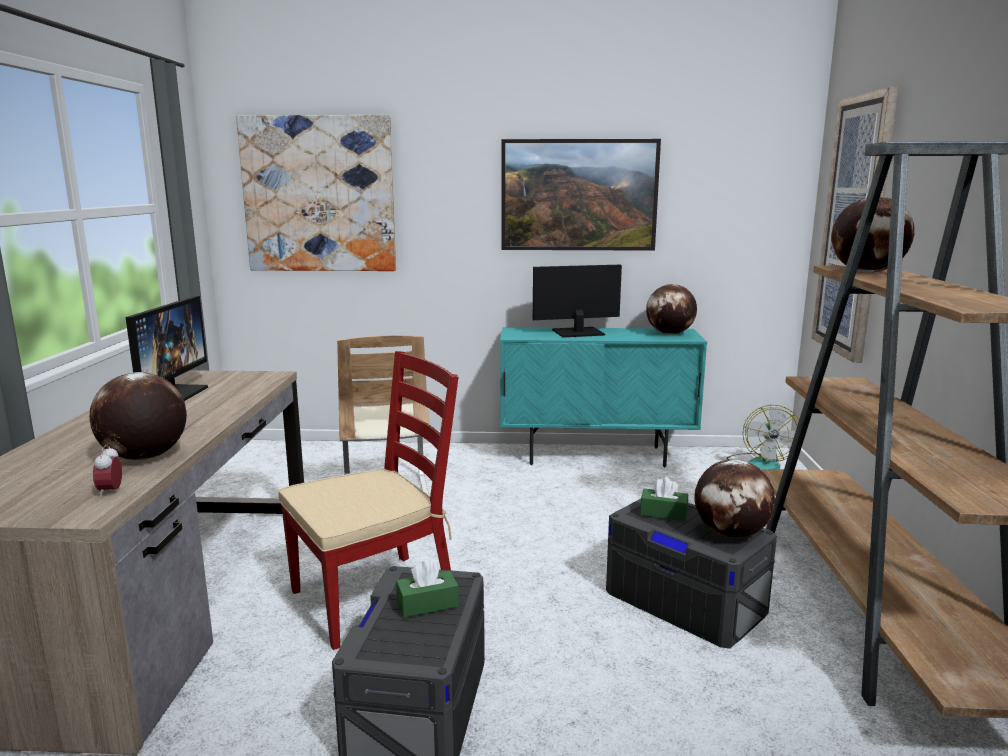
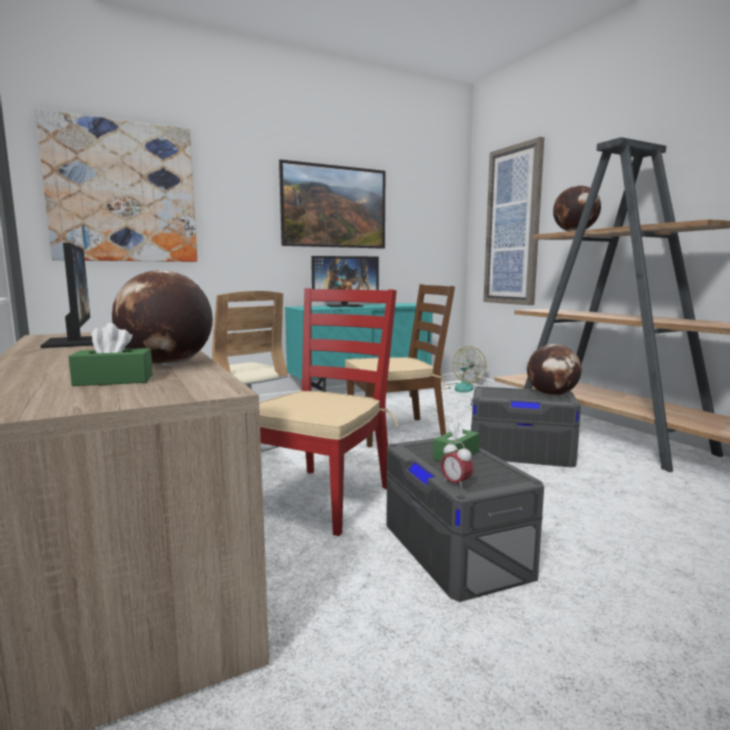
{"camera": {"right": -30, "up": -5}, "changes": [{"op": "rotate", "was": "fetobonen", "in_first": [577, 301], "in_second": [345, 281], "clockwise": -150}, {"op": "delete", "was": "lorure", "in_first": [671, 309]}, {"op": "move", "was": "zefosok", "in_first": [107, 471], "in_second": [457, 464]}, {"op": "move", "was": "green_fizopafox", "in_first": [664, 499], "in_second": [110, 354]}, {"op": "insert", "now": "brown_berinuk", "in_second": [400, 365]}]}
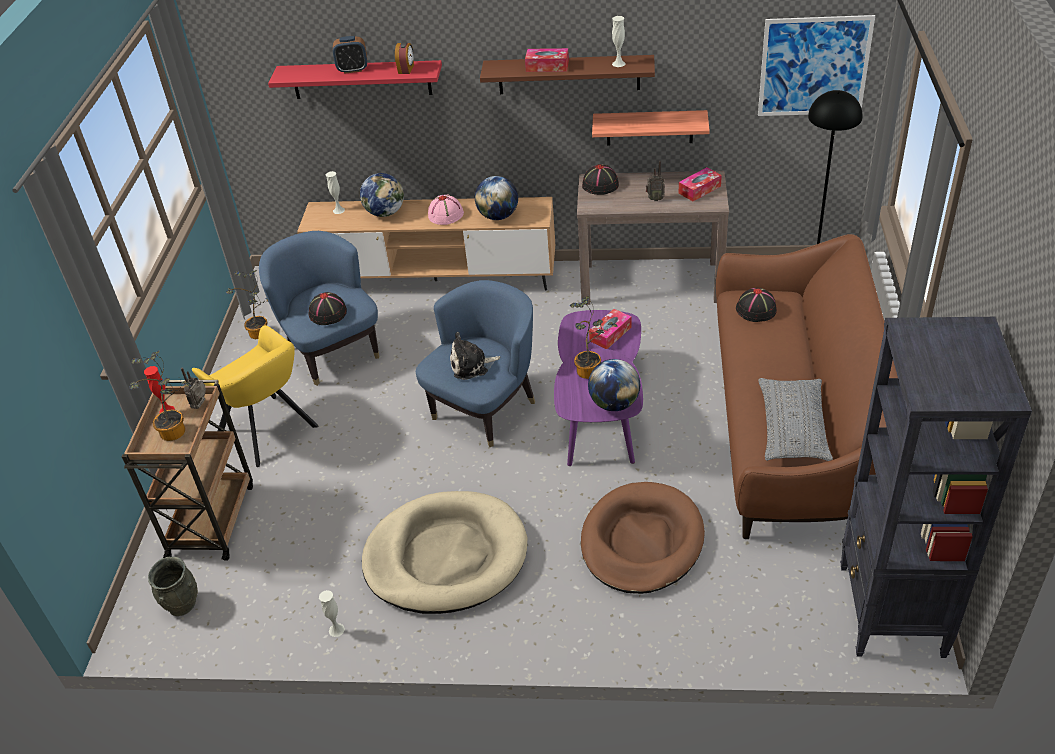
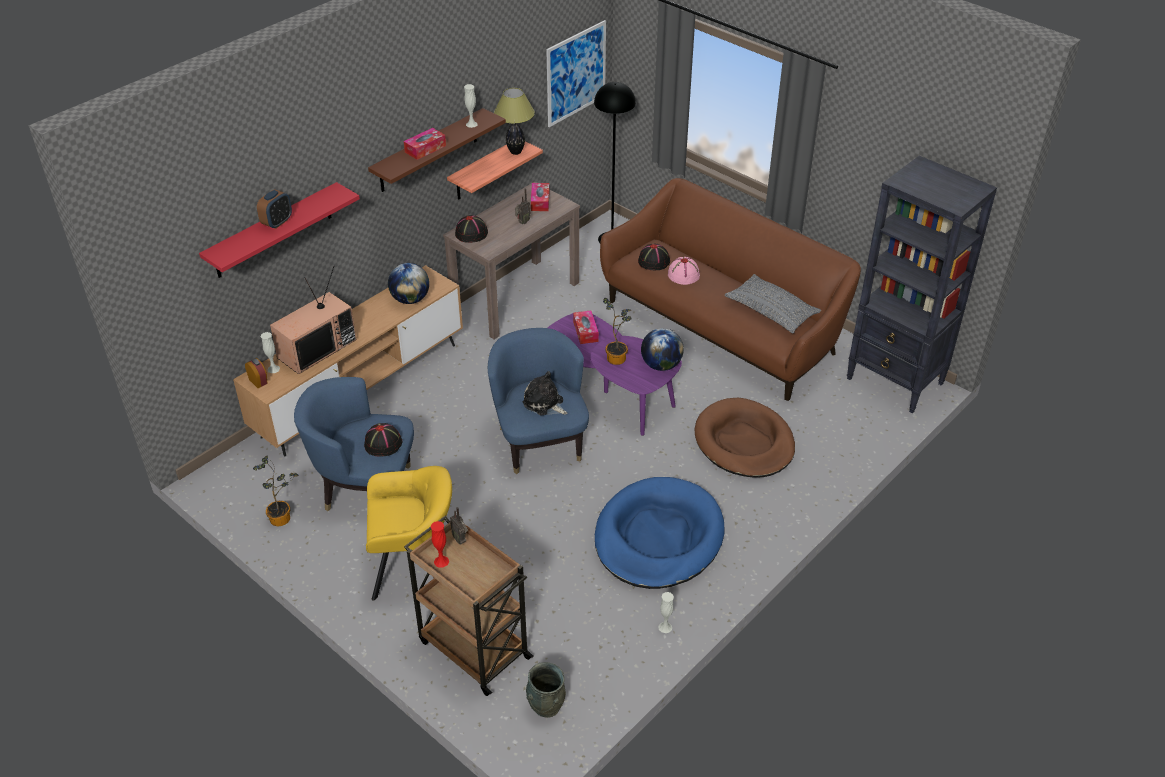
{"camera": {"right": -55, "up": 0}, "changes": [{"op": "move", "was": "zefosok", "in_first": [404, 58], "in_second": [256, 373]}, {"op": "replace", "was": "lorure", "now": "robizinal", "in_first": [382, 195], "in_second": [313, 320]}, {"op": "move", "was": "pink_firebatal", "in_first": [446, 209], "in_second": [684, 271]}, {"op": "rotate", "was": "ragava", "in_first": [475, 356], "in_second": [545, 393], "clockwise": 105}, {"op": "delete", "was": "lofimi", "in_first": [159, 396]}, {"op": "recolor", "was": "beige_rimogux", "now": "blue_rimogux", "in_first": [445, 552], "in_second": [659, 533]}, {"op": "insert", "now": "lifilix", "in_second": [514, 121]}]}
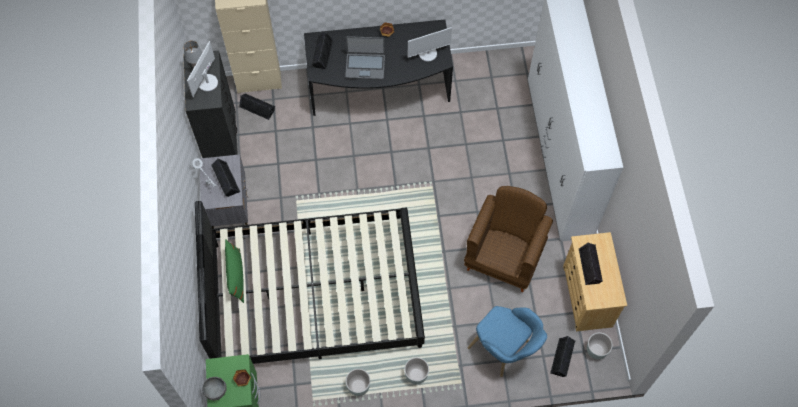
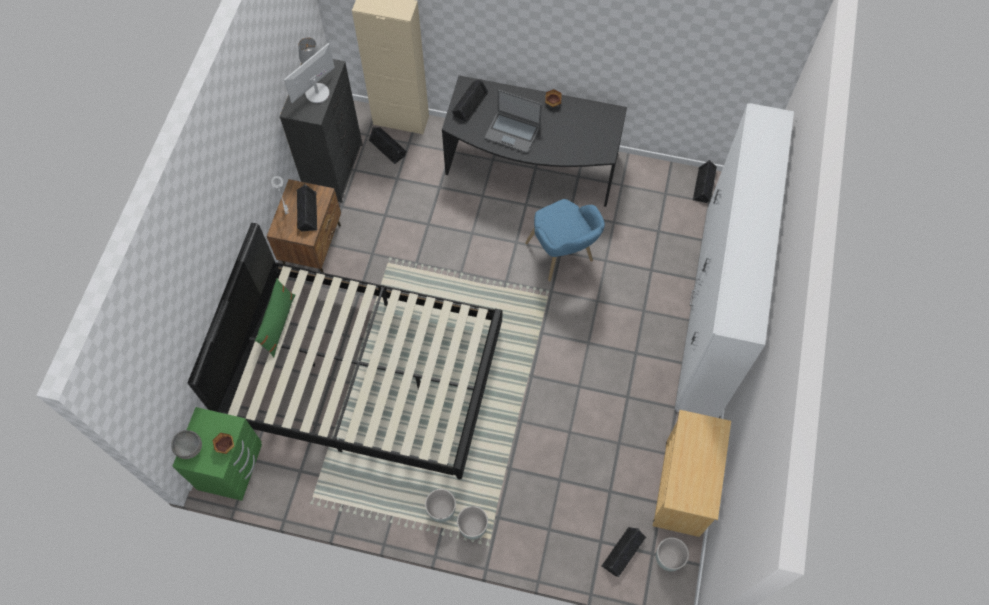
{"camera": {"right": 20, "up": 0}, "changes": [{"op": "delete", "was": "fetobonen", "in_first": [430, 44]}, {"op": "recolor", "was": "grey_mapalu", "now": "brown_mapalu", "in_first": [224, 191], "in_second": [304, 226]}, {"op": "delete", "was": "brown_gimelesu", "in_first": [508, 239]}, {"op": "move", "was": "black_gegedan", "in_first": [591, 263], "in_second": [705, 181]}, {"op": "move", "was": "blue_gimelesu", "in_first": [507, 341], "in_second": [565, 240]}, {"op": "move", "was": "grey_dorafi", "in_first": [358, 382], "in_second": [472, 523]}]}
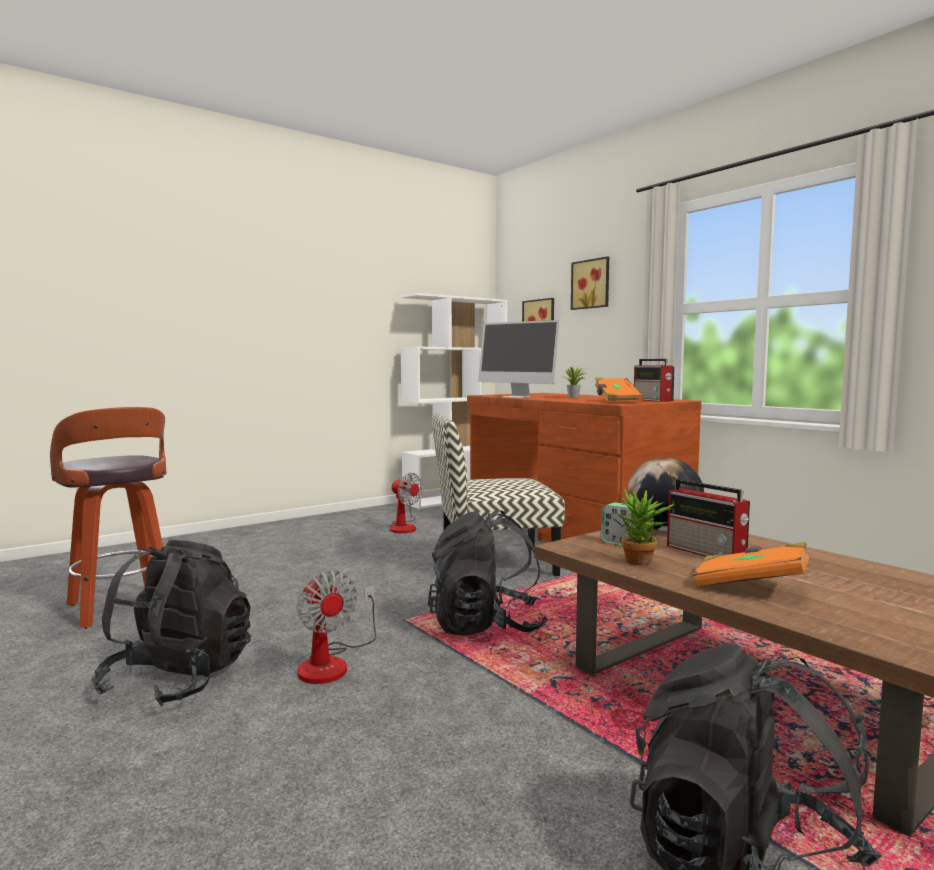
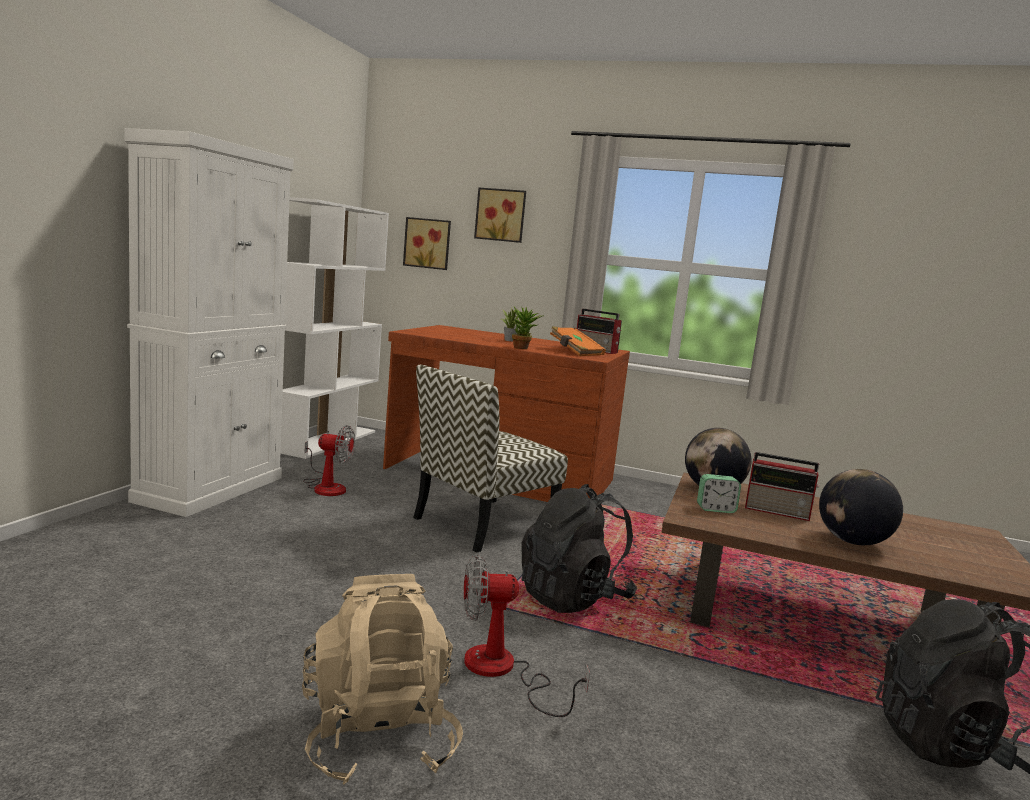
{"camera": {"right": -35, "up": 5}, "changes": [{"op": "delete", "was": "fetobonen", "in_first": [519, 359]}, {"op": "delete", "was": "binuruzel", "in_first": [108, 518]}, {"op": "move", "was": "lofimi", "in_first": [645, 527], "in_second": [528, 327]}, {"op": "recolor", "was": "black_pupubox", "now": "beige_pupubox", "in_first": [171, 623], "in_second": [382, 679]}, {"op": "replace", "was": "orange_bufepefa", "now": "lorure", "in_first": [751, 564], "in_second": [861, 507]}, {"op": "rotate", "was": "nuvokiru", "in_first": [336, 627], "in_second": [527, 636], "clockwise": 150}, {"op": "insert", "now": "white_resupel", "in_second": [209, 322]}]}
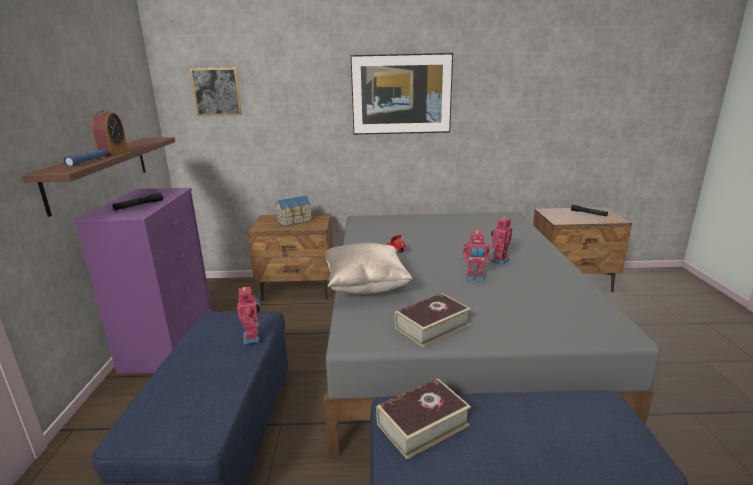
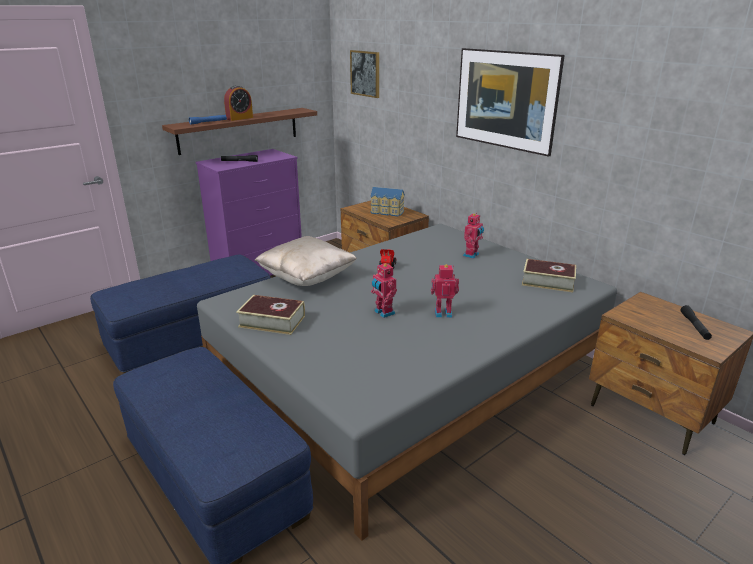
{"camera": {"right": 50, "up": 5}, "changes": [{"op": "move", "was": "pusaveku", "in_first": [248, 314], "in_second": [473, 236]}, {"op": "move", "was": "bufepefa", "in_first": [423, 418], "in_second": [549, 276]}]}
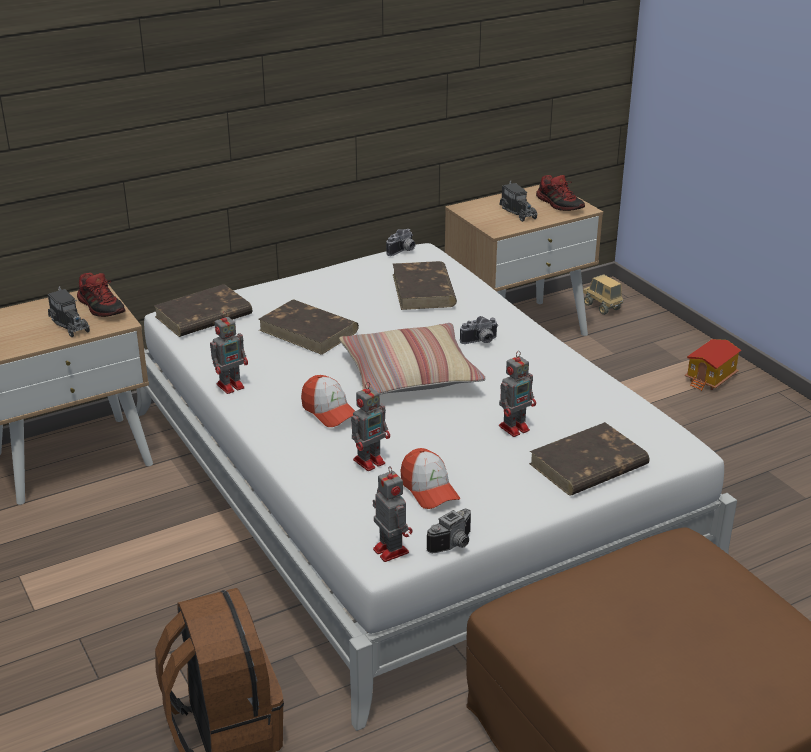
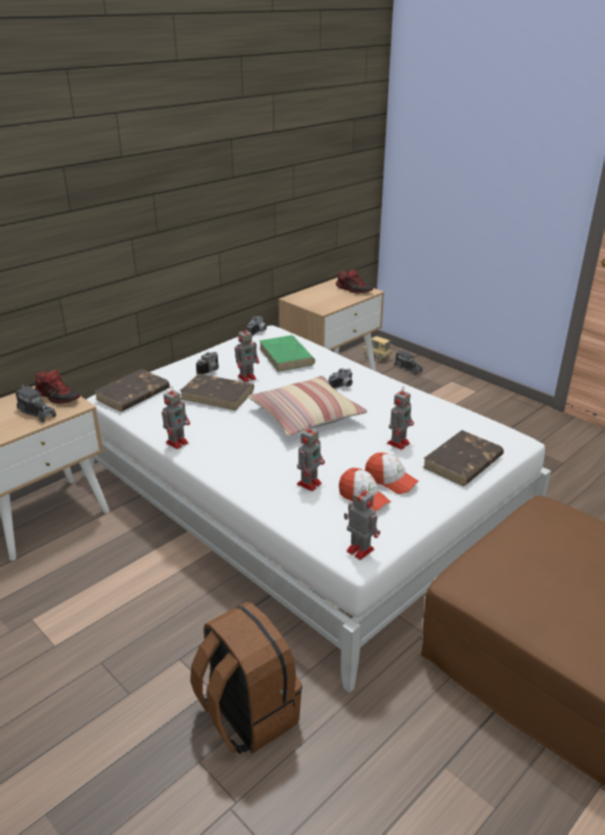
{"camera": {"right": -15, "up": 0}, "changes": [{"op": "move", "was": "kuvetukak", "in_first": [518, 201], "in_second": [409, 362]}, {"op": "recolor", "was": "brown_bufepefa", "now": "green_bufepefa", "in_first": [425, 285], "in_second": [287, 353]}, {"op": "delete", "was": "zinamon", "in_first": [713, 365]}, {"op": "move", "was": "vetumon", "in_first": [328, 401], "in_second": [392, 473]}, {"op": "move", "was": "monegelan", "in_first": [448, 531], "in_second": [207, 363]}, {"op": "insert", "now": "pusaveku", "in_second": [247, 354]}]}
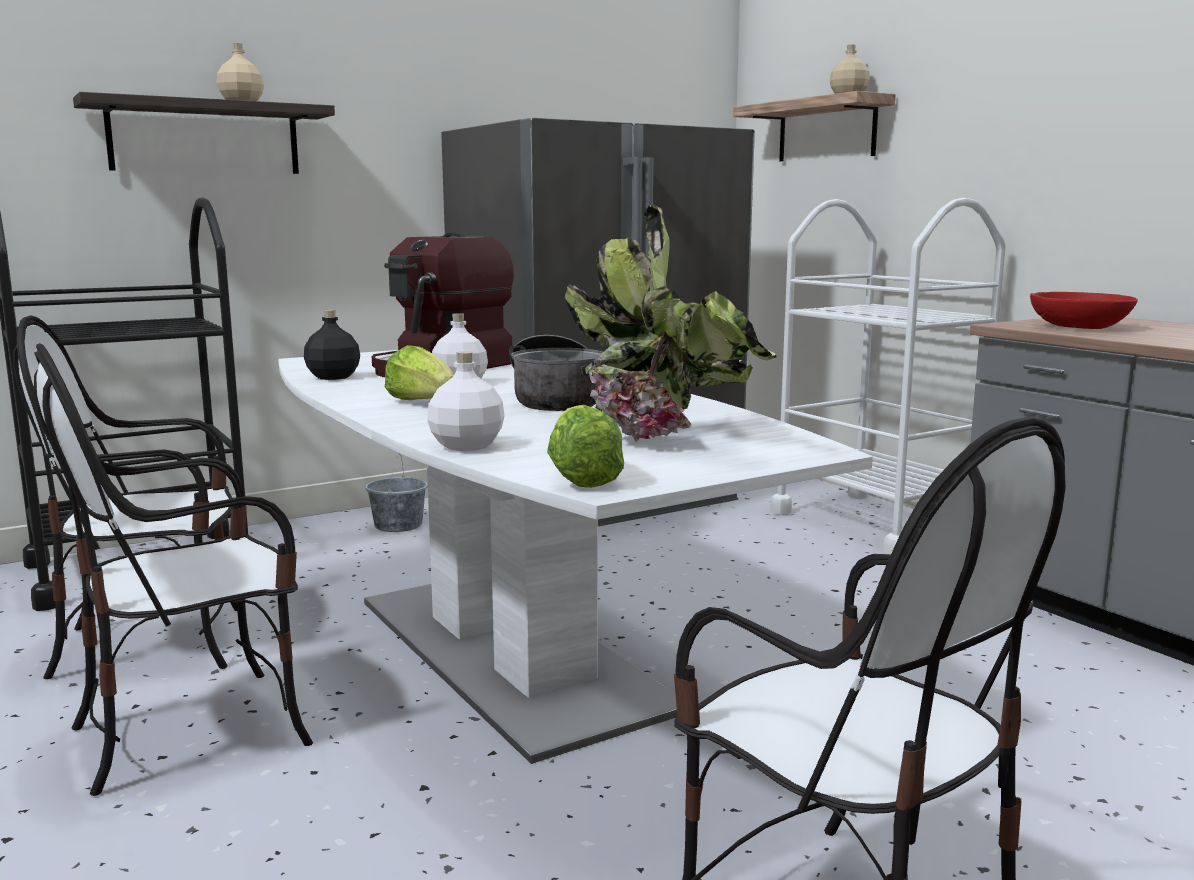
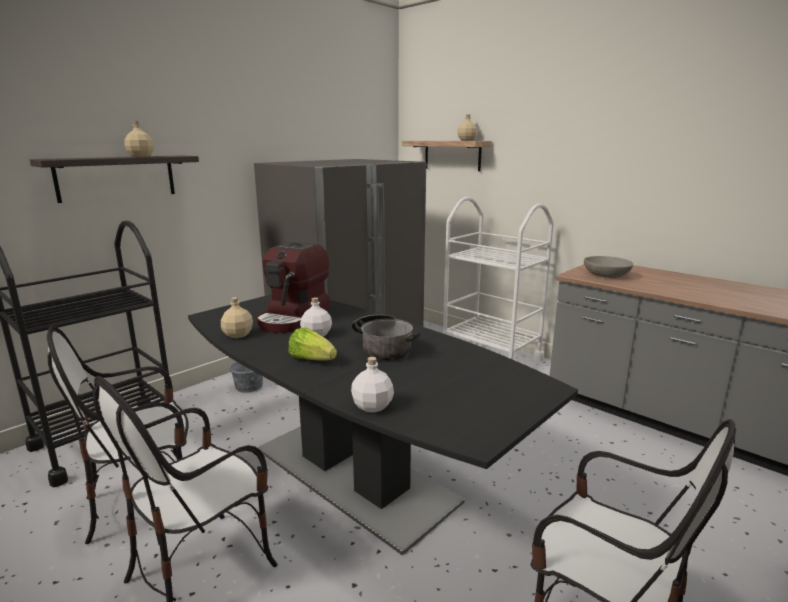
{"camera": {"right": -15, "up": 5}, "changes": [{"op": "delete", "was": "lofimi", "in_first": [671, 322]}, {"op": "recolor", "was": "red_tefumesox", "now": "grey_tefumesox", "in_first": [1084, 310], "in_second": [609, 267]}, {"op": "recolor", "was": "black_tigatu", "now": "beige_tigatu", "in_first": [332, 345], "in_second": [237, 317]}, {"op": "recolor", "was": "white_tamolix", "now": "black_tamolix", "in_first": [575, 557], "in_second": [383, 425]}, {"op": "delete", "was": "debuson", "in_first": [585, 446]}]}
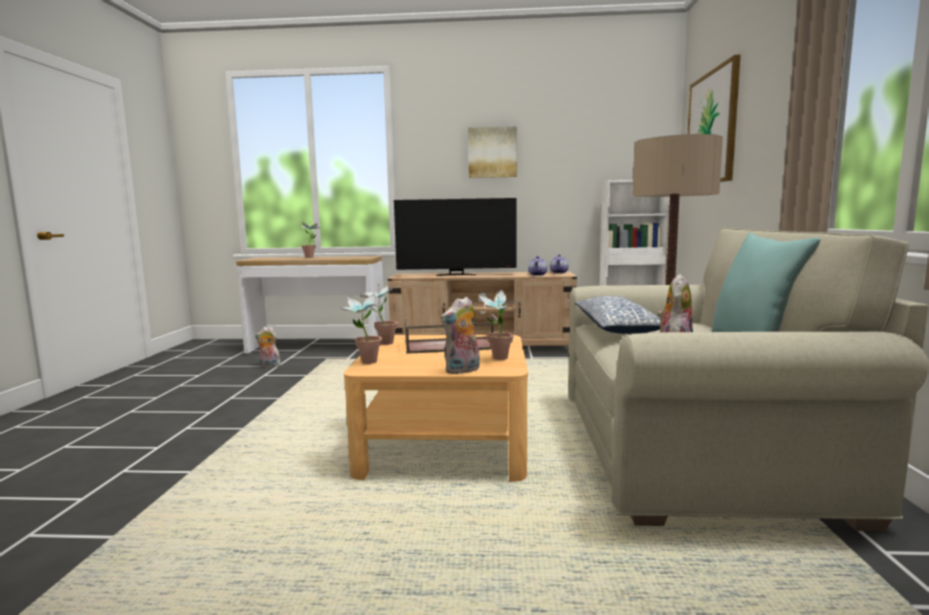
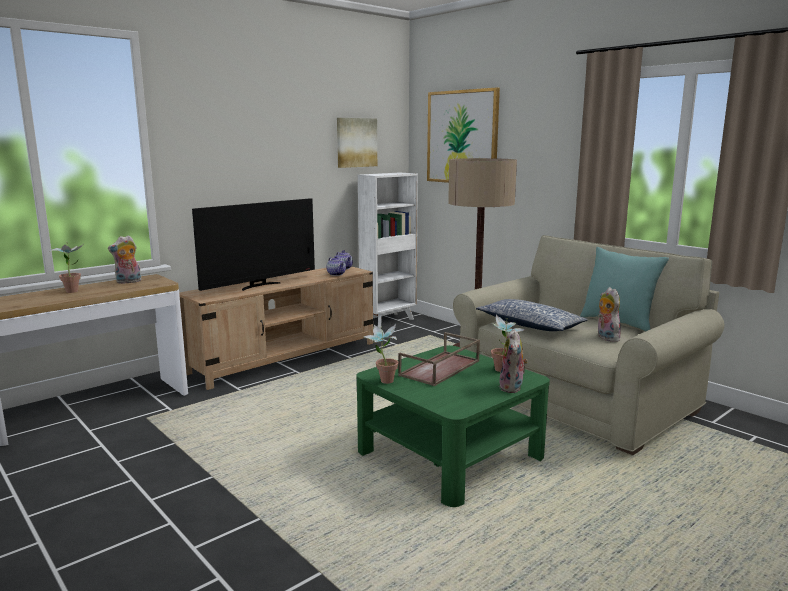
{"camera": {"right": -45, "up": 5}, "changes": [{"op": "move", "was": "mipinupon", "in_first": [492, 152], "in_second": [357, 143]}, {"op": "delete", "was": "lofimi", "in_first": [362, 328]}, {"op": "move", "was": "ragava", "in_first": [268, 347], "in_second": [124, 259]}, {"op": "recolor", "was": "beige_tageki", "now": "green_tageki", "in_first": [436, 408], "in_second": [453, 426]}]}
